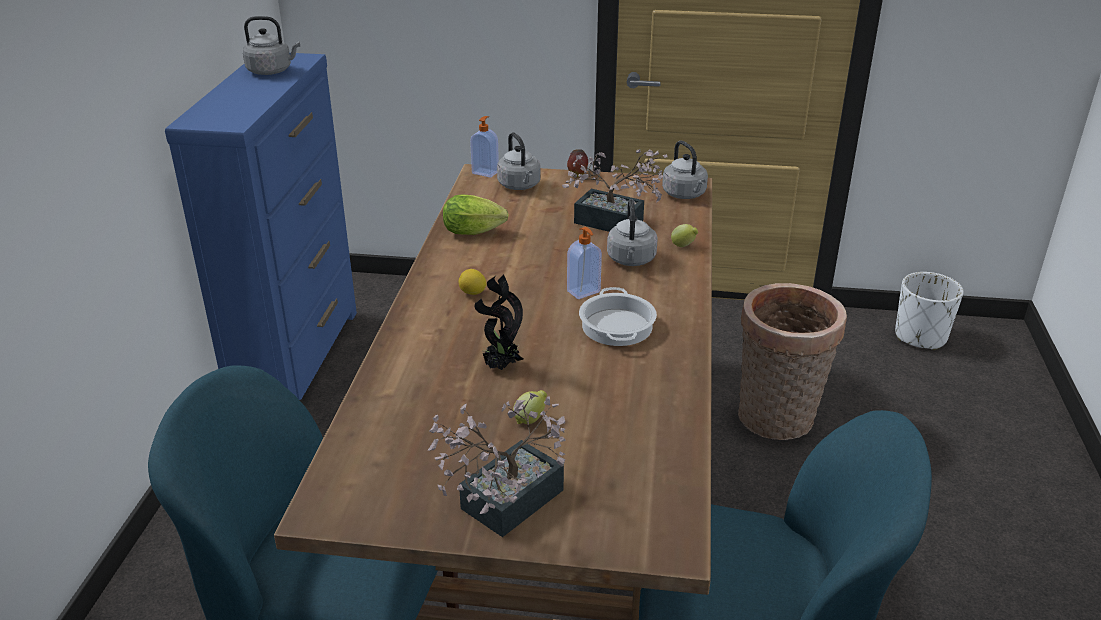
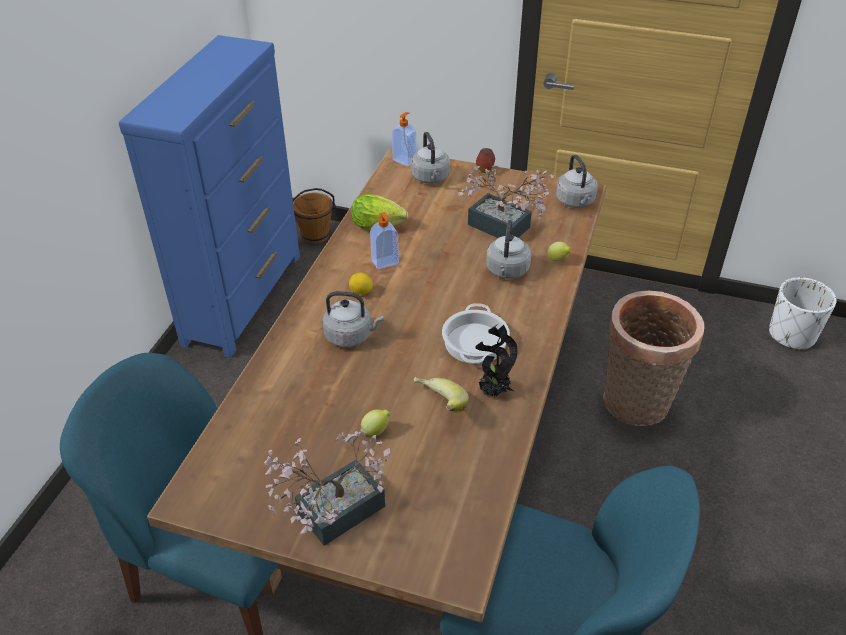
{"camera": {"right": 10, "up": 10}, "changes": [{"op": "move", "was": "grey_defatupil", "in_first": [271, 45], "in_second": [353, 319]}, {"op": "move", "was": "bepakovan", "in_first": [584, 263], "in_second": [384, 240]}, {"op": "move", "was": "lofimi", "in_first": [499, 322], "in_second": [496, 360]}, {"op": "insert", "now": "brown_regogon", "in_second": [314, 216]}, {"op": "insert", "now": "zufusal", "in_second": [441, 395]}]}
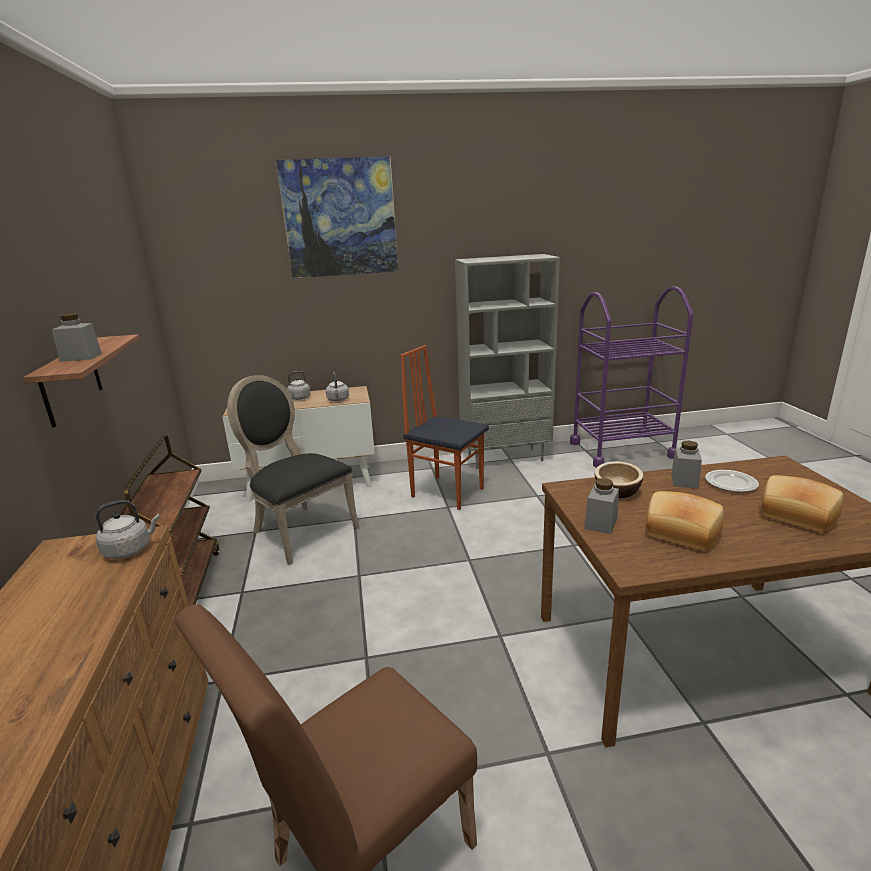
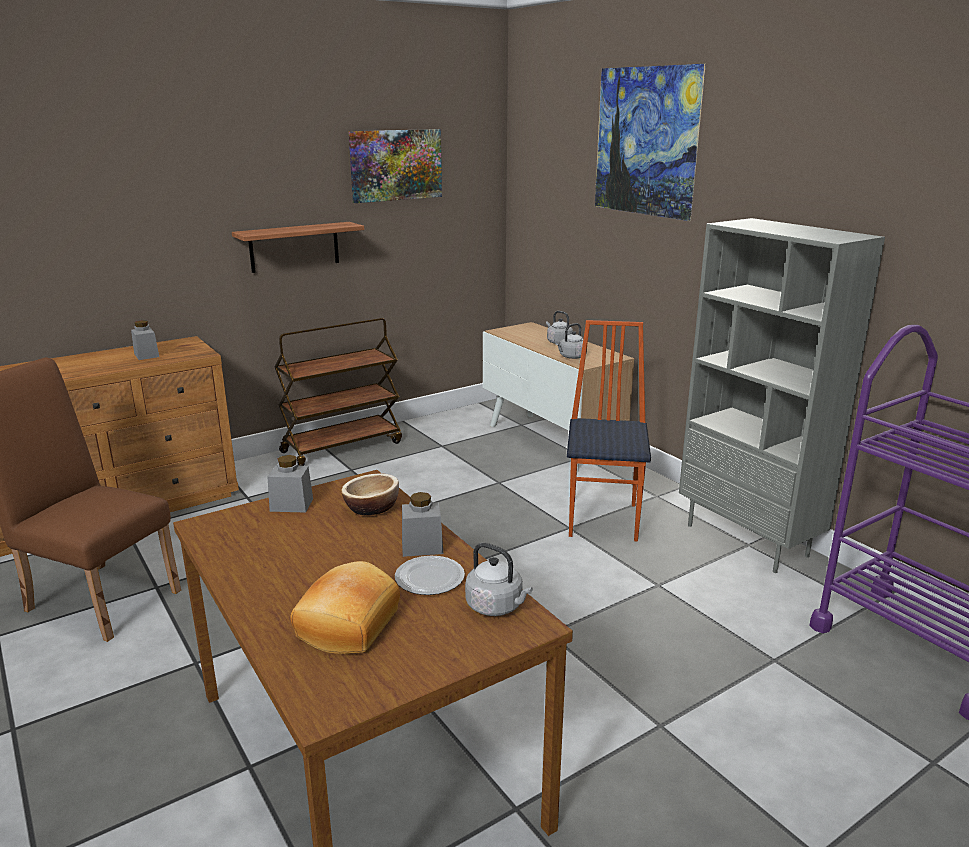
{"camera": {"right": 65, "up": 0}, "changes": [{"op": "move", "was": "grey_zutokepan", "in_first": [77, 337], "in_second": [145, 340]}, {"op": "delete", "was": "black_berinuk", "in_first": [293, 470]}, {"op": "delete", "was": "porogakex", "in_first": [685, 521]}, {"op": "move", "was": "grey_defatupil", "in_first": [127, 529], "in_second": [499, 579]}, {"op": "insert", "now": "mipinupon", "in_second": [395, 166]}]}
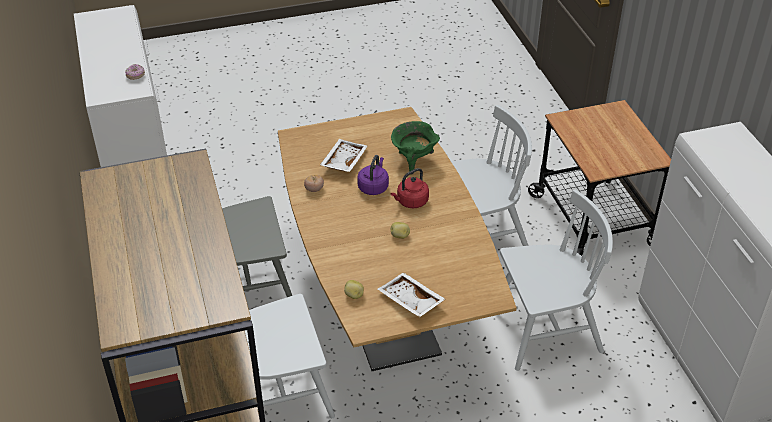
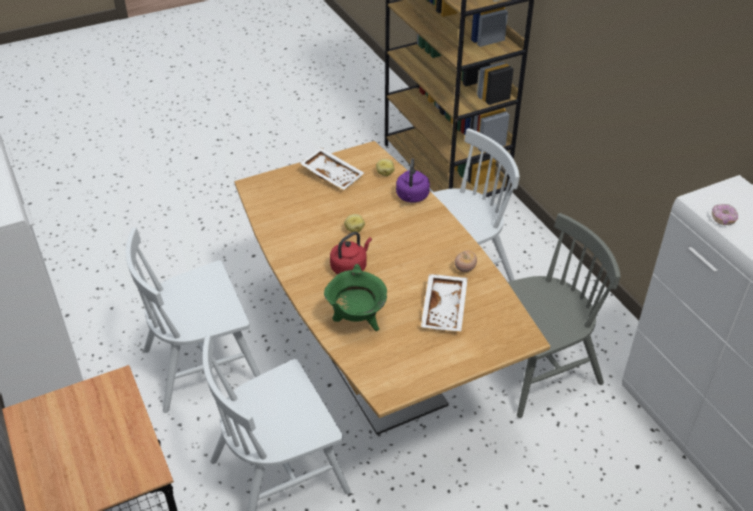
{"camera": {"right": 170, "up": 0}, "changes": [{"op": "move", "was": "purple_defatupil", "in_first": [373, 175], "in_second": [413, 180]}]}
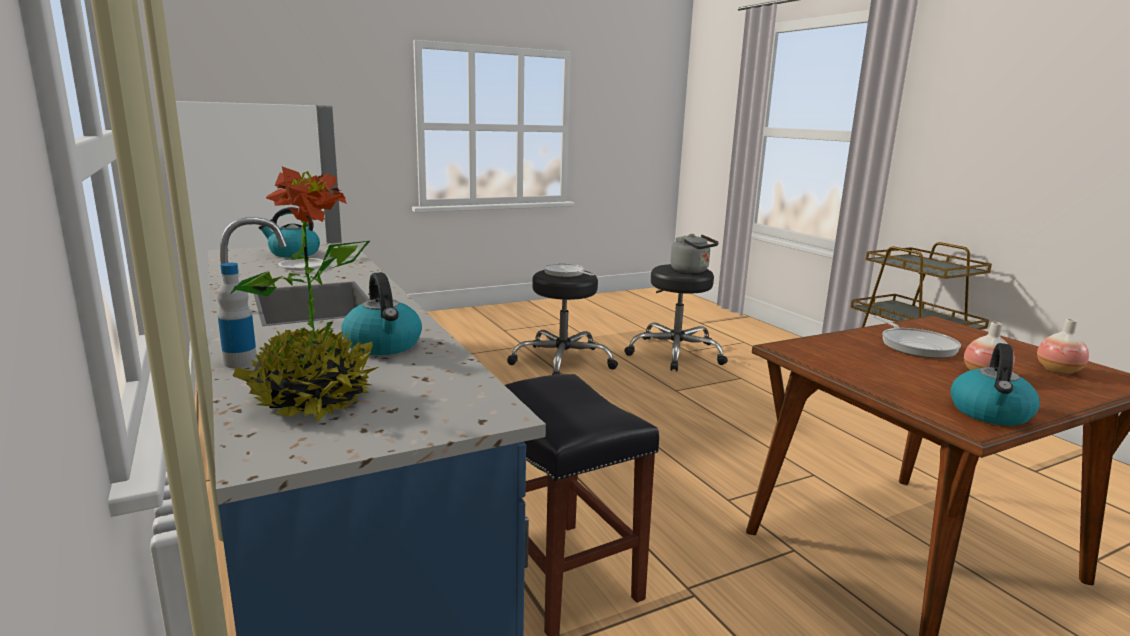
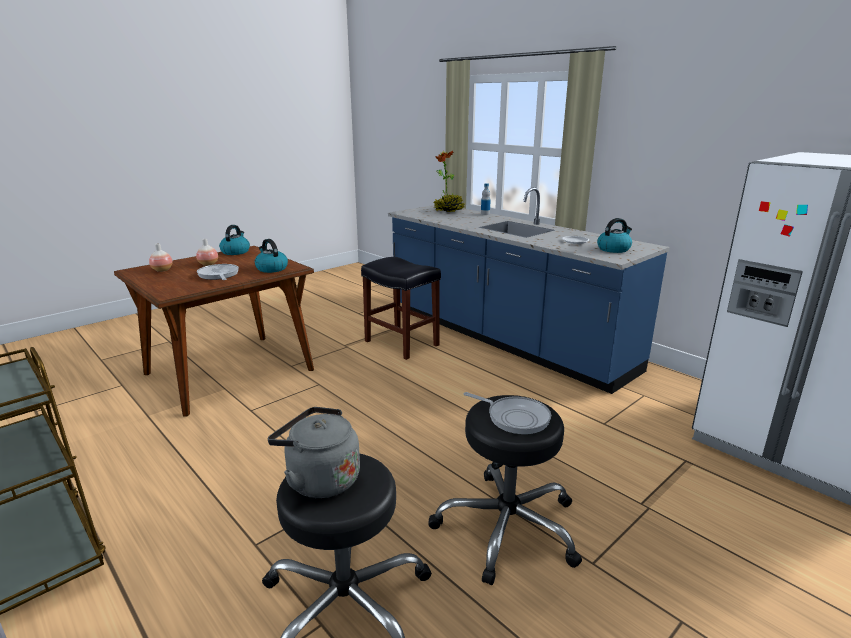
{"camera": {"right": 165, "up": 5}, "changes": [{"op": "move", "was": "defatupil", "in_first": [382, 313], "in_second": [271, 256]}]}
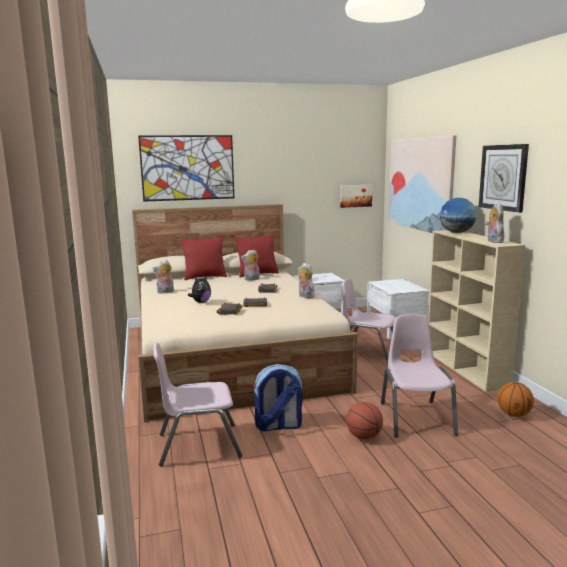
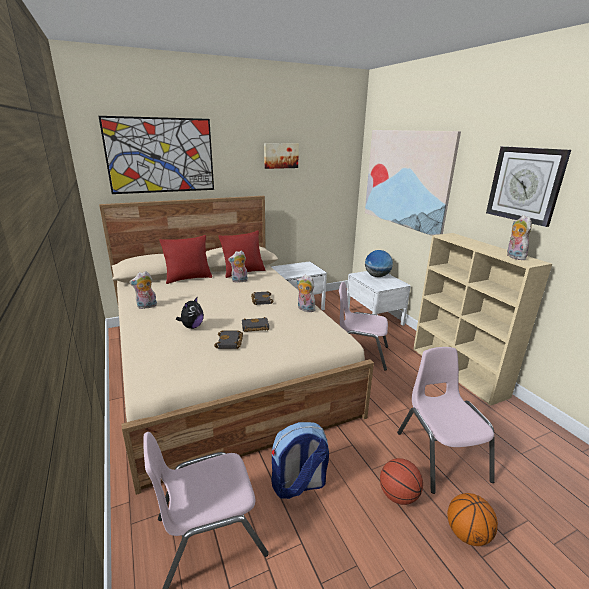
{"camera": {"right": -10, "up": 10}, "changes": [{"op": "move", "was": "mipinupon", "in_first": [356, 196], "in_second": [281, 156]}, {"op": "move", "was": "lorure", "in_first": [458, 215], "in_second": [379, 263]}, {"op": "move", "was": "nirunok", "in_first": [515, 399], "in_second": [472, 519]}]}
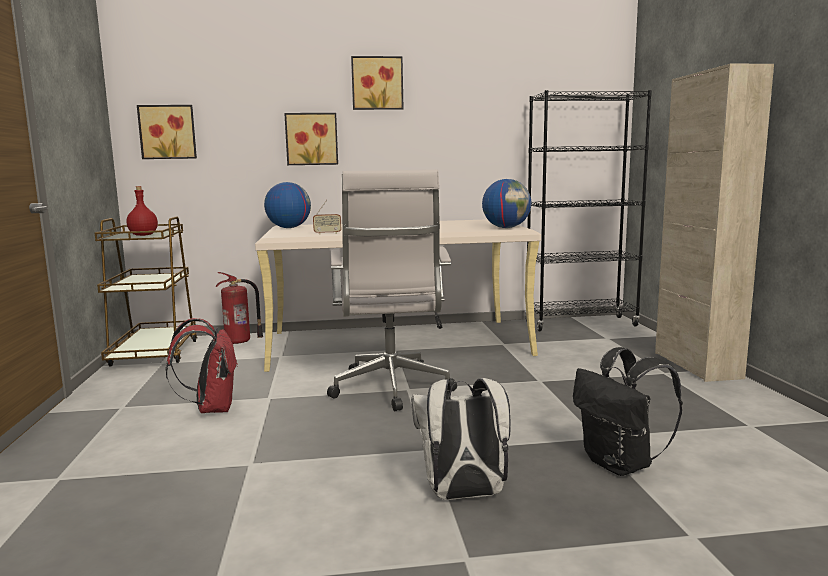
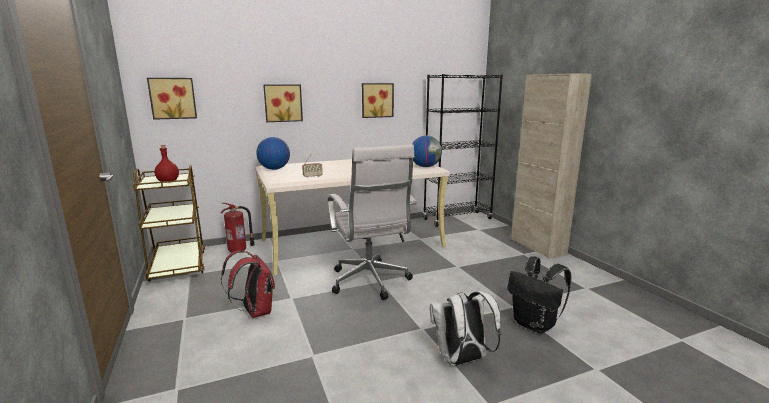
{"camera": {"right": -15, "up": 5}, "changes": [{"op": "move", "was": "mipinupon", "in_first": [377, 83], "in_second": [378, 100]}]}
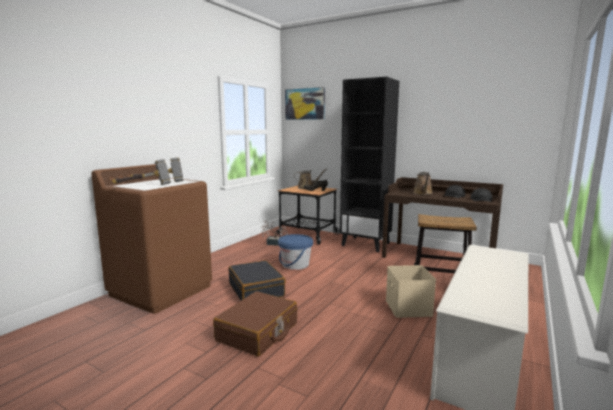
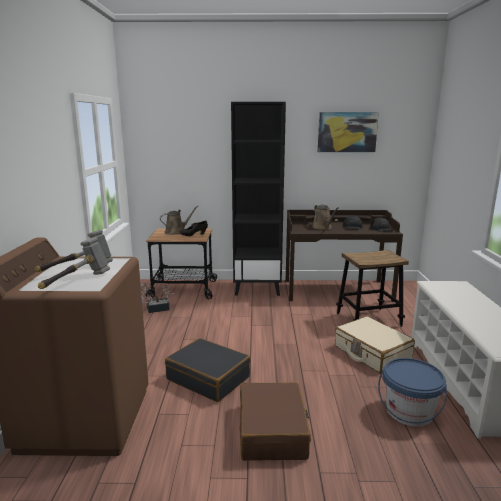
{"camera": {"right": -30, "up": 5}, "changes": [{"op": "move", "was": "mipinupon", "in_first": [305, 103], "in_second": [348, 132]}, {"op": "move", "was": "blue_regogon", "in_first": [295, 252], "in_second": [412, 392]}, {"op": "replace", "was": "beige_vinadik", "now": "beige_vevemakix", "in_first": [411, 291], "in_second": [375, 344]}]}
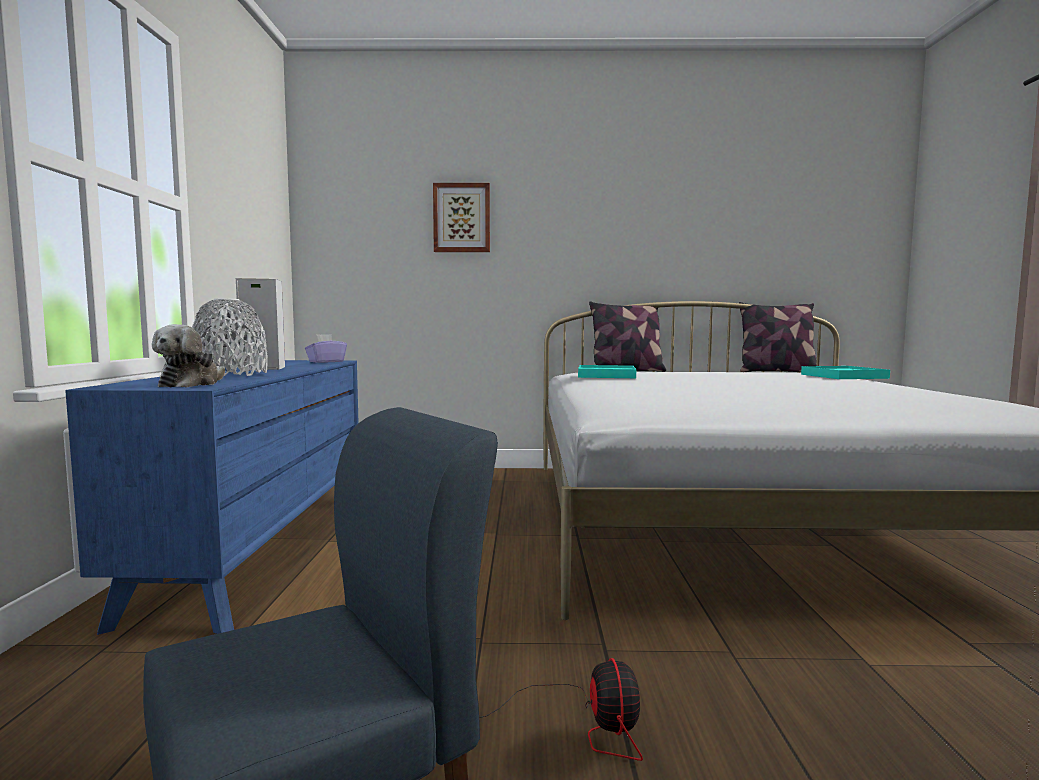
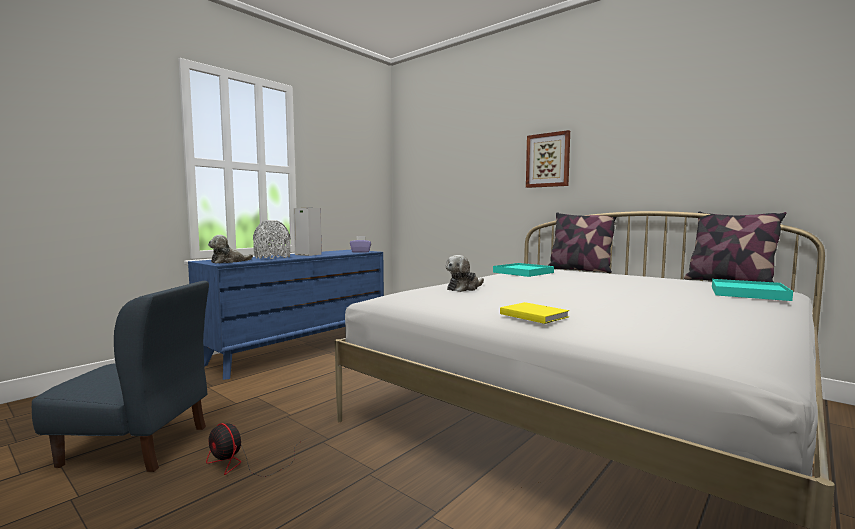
{"camera": {"right": 40, "up": 0}, "changes": [{"op": "move", "was": "mipinupon", "in_first": [461, 217], "in_second": [548, 159]}, {"op": "rotate", "was": "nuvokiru", "in_first": [561, 709], "in_second": [256, 450], "clockwise": 90}, {"op": "insert", "now": "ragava", "in_second": [465, 273]}, {"op": "insert", "now": "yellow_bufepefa", "in_second": [534, 313]}]}
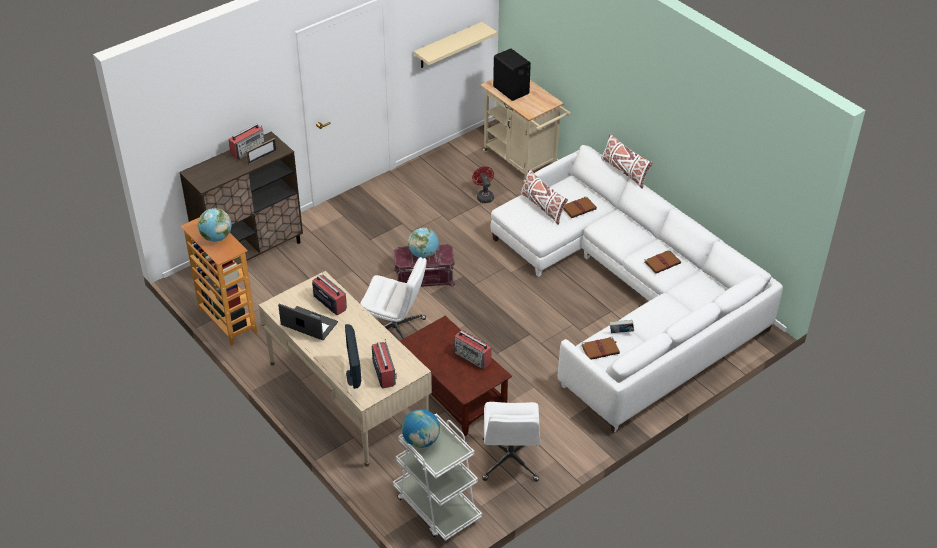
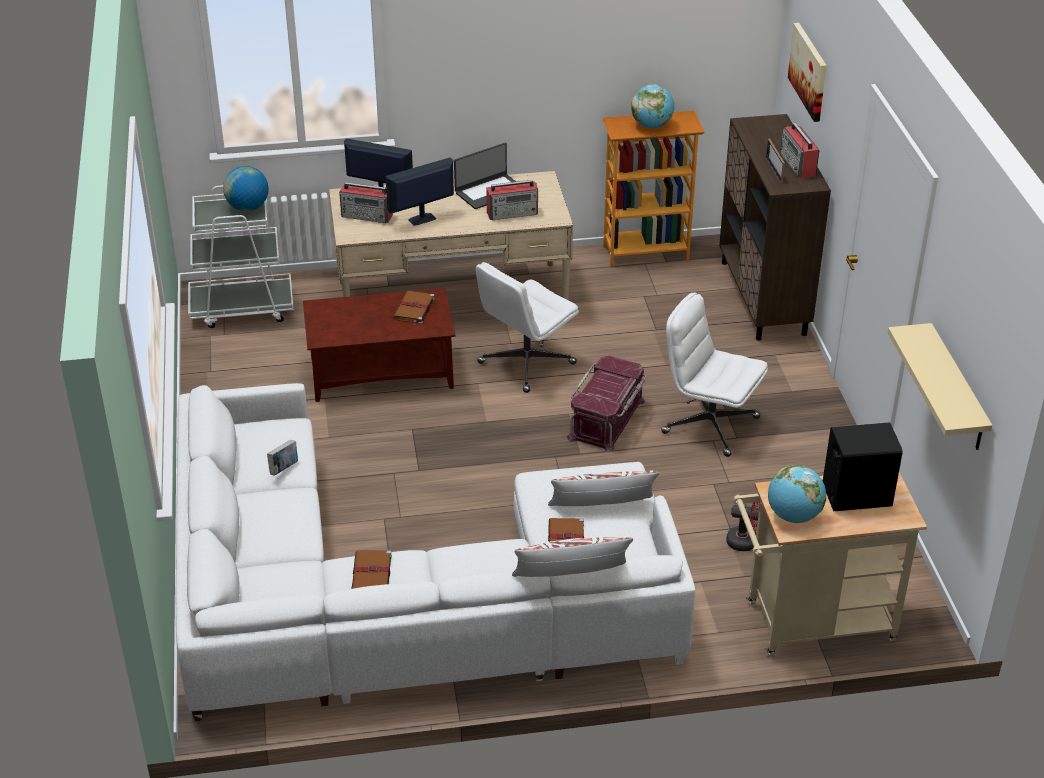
{"camera": {"right": 120, "up": -5}, "changes": [{"op": "move", "was": "lorure", "in_first": [423, 243], "in_second": [797, 494]}, {"op": "delete", "was": "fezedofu", "in_first": [473, 349]}, {"op": "move", "was": "brown_bufepefa", "in_first": [600, 348], "in_second": [414, 308]}, {"op": "move", "was": "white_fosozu", "in_first": [511, 442], "in_second": [714, 375]}, {"op": "insert", "now": "mipinupon", "in_second": [807, 72]}, {"op": "insert", "now": "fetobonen", "in_second": [420, 192]}]}
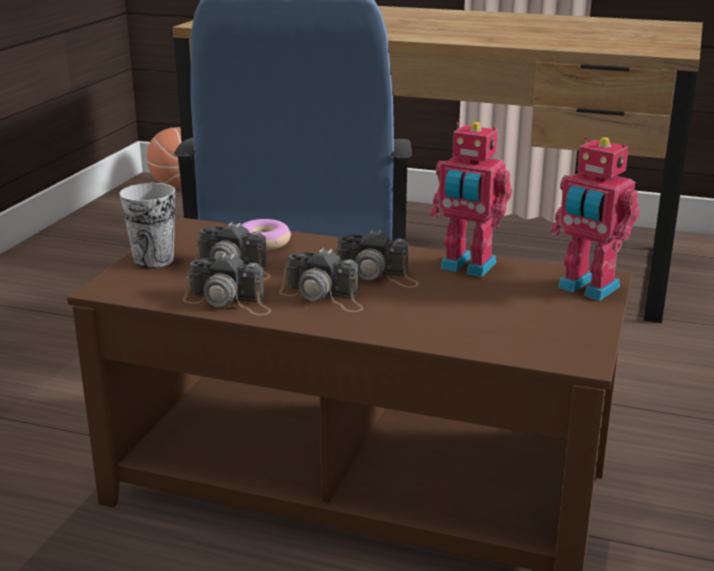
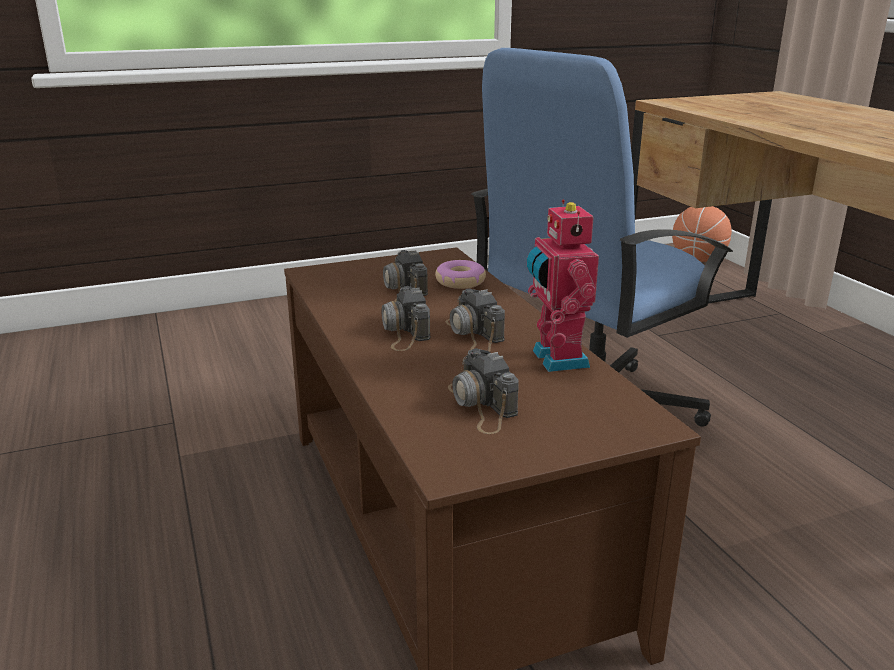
{"camera": {"right": 50, "up": 0}, "changes": [{"op": "delete", "was": "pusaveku", "in_first": [595, 218]}, {"op": "delete", "was": "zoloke", "in_first": [147, 225]}, {"op": "move", "was": "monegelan", "in_first": [227, 284], "in_second": [483, 391]}]}
